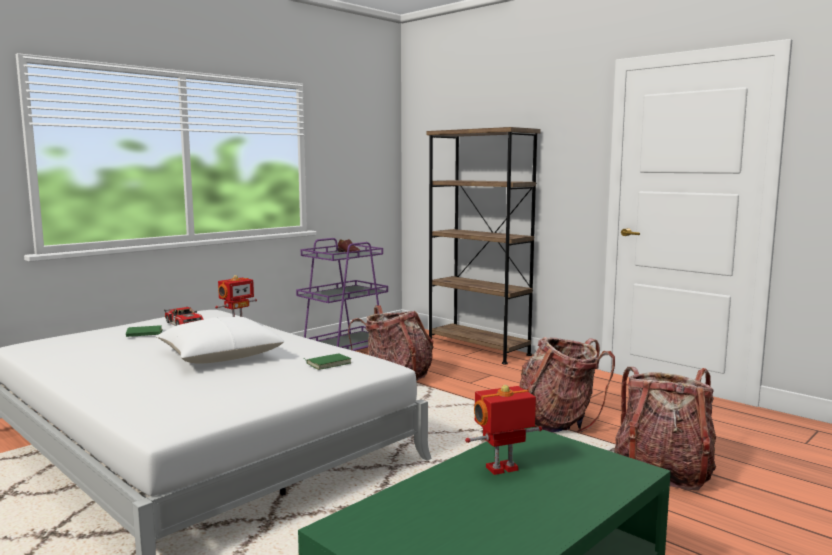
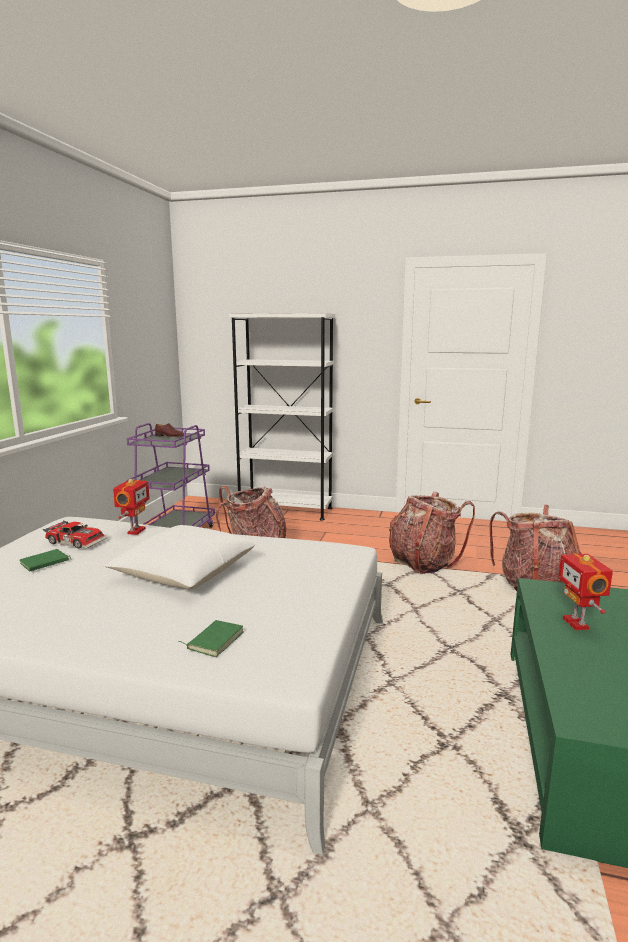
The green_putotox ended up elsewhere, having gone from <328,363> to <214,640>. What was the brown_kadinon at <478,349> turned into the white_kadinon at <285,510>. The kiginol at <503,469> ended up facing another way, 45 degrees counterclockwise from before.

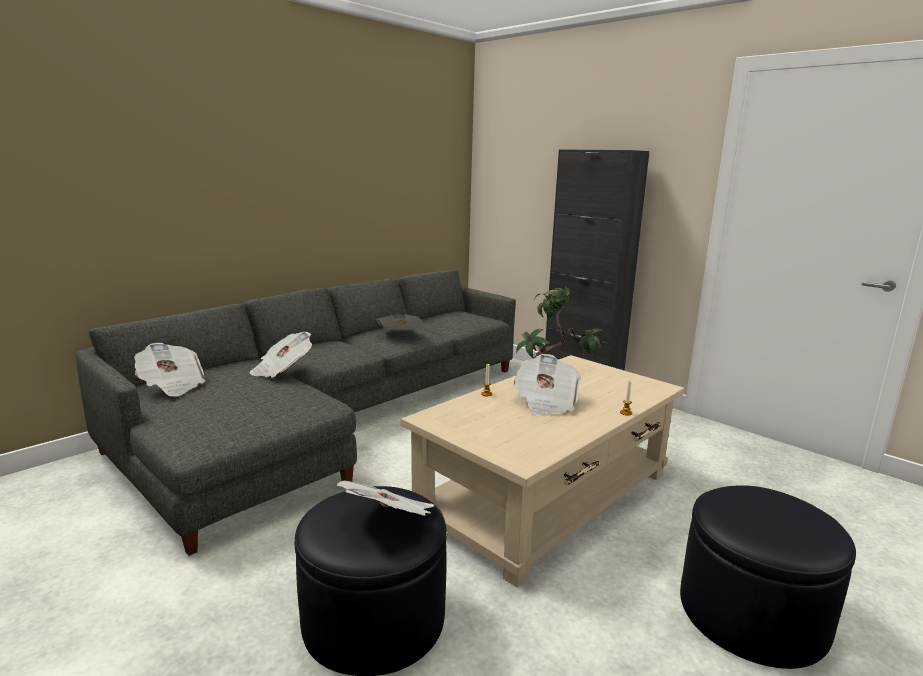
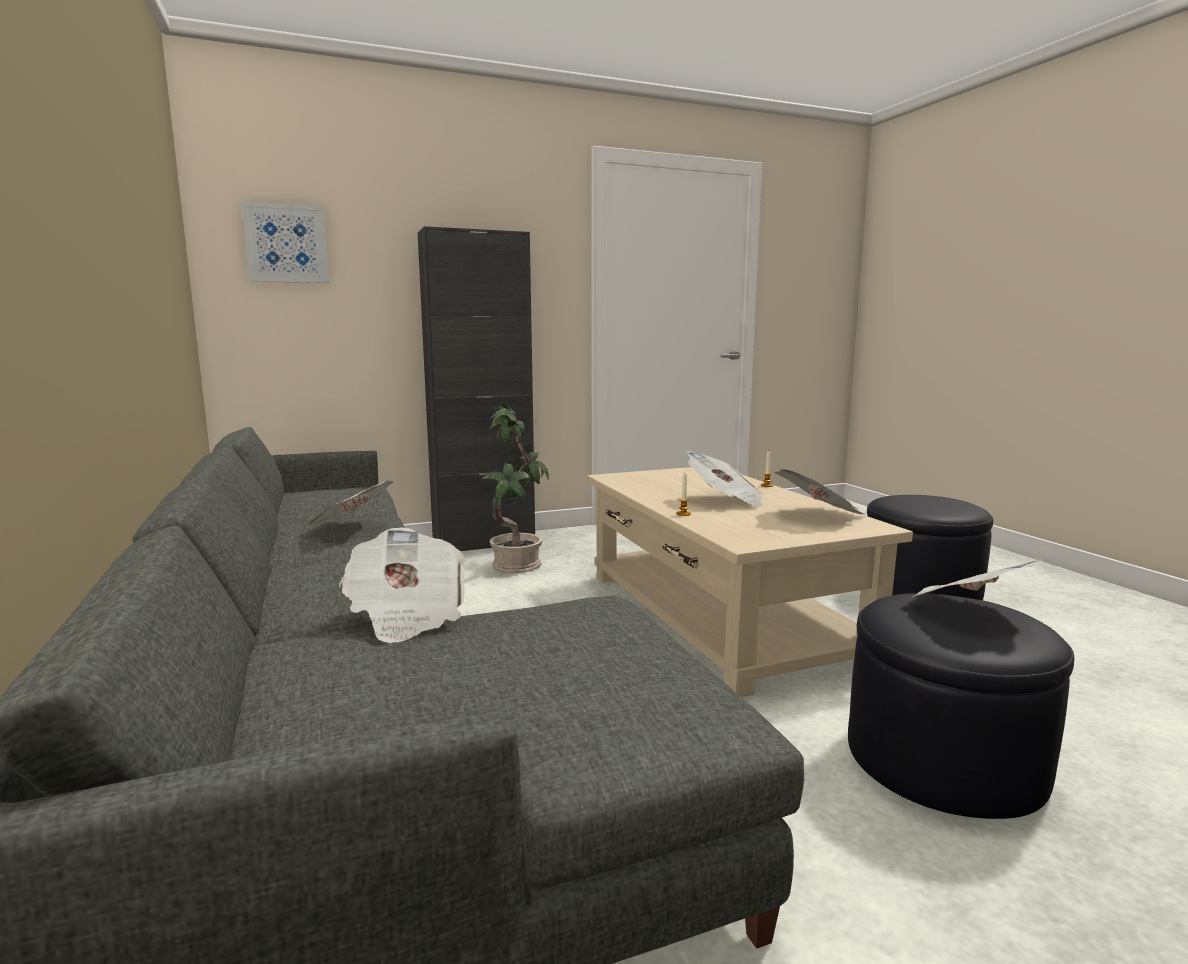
The second view gained the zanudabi at <286,243>. The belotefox ended up elsewhere, having gone from <172,385> to <819,516>.

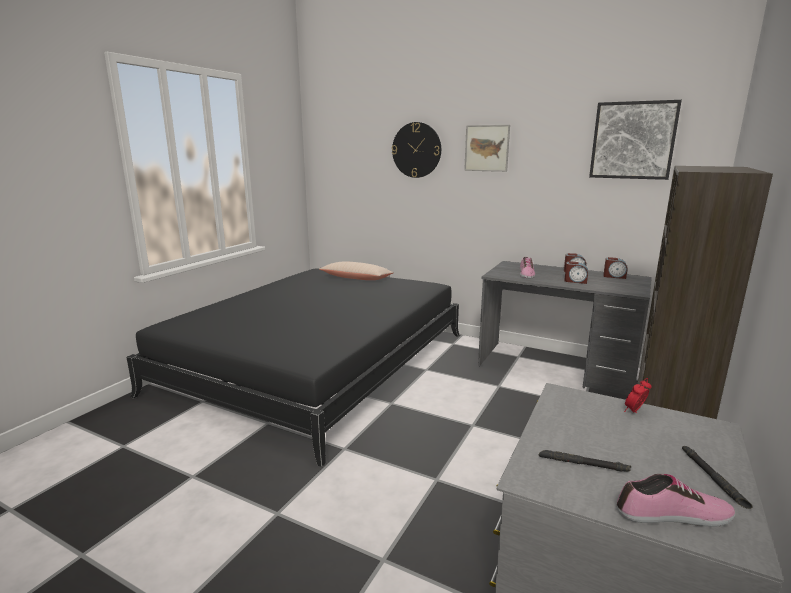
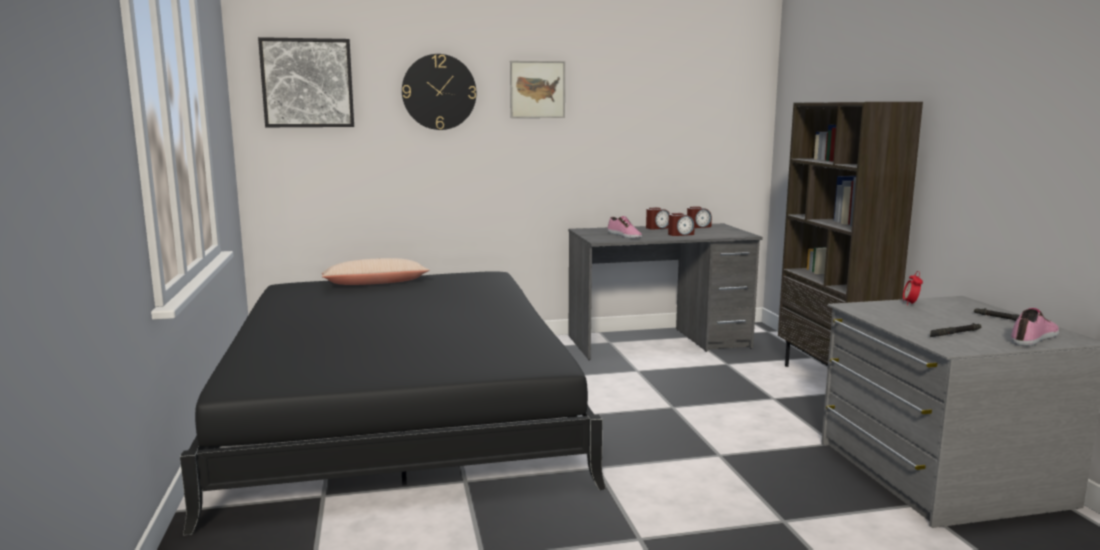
The zanudabi ended up elsewhere, having gone from <633,140> to <307,83>.

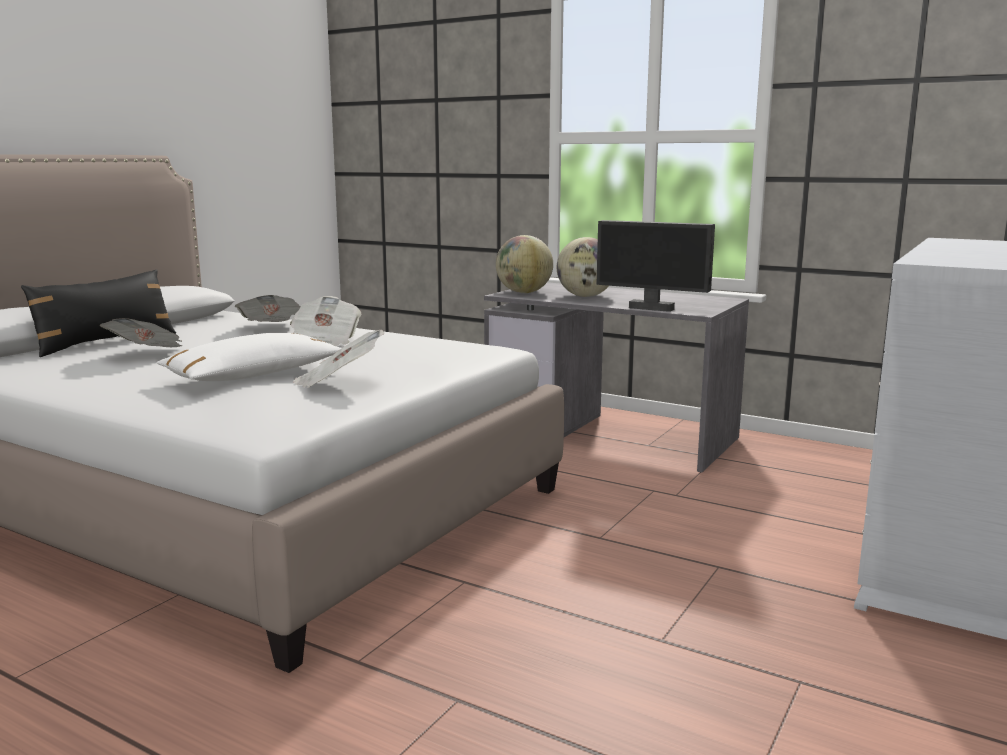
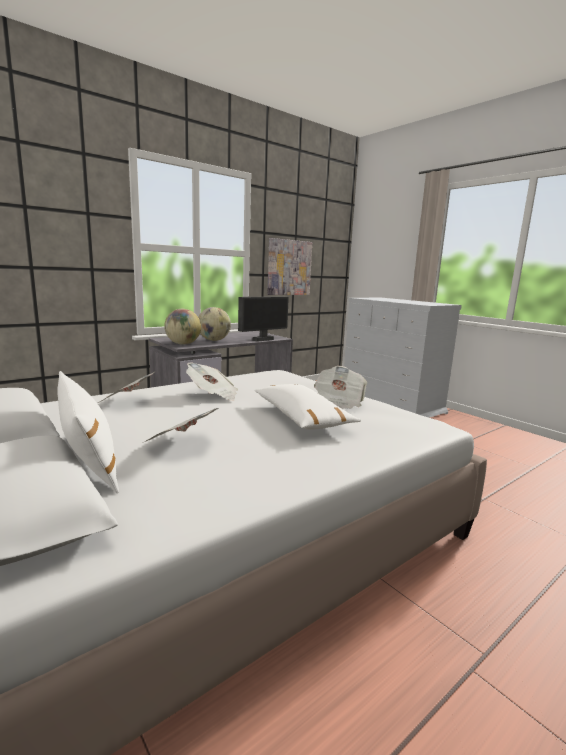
What was the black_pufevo at <106,343> turned into the white_pufevo at <88,460>. The second view gained the zanudabi at <289,267>.

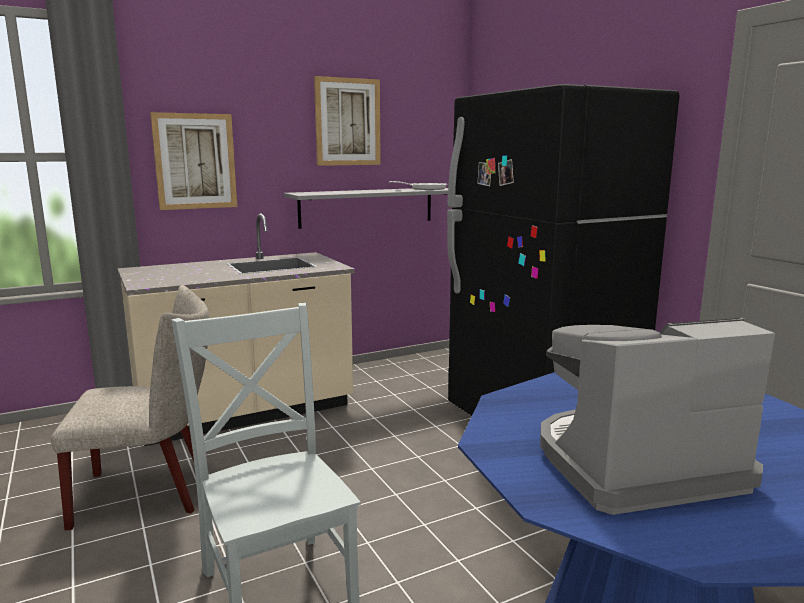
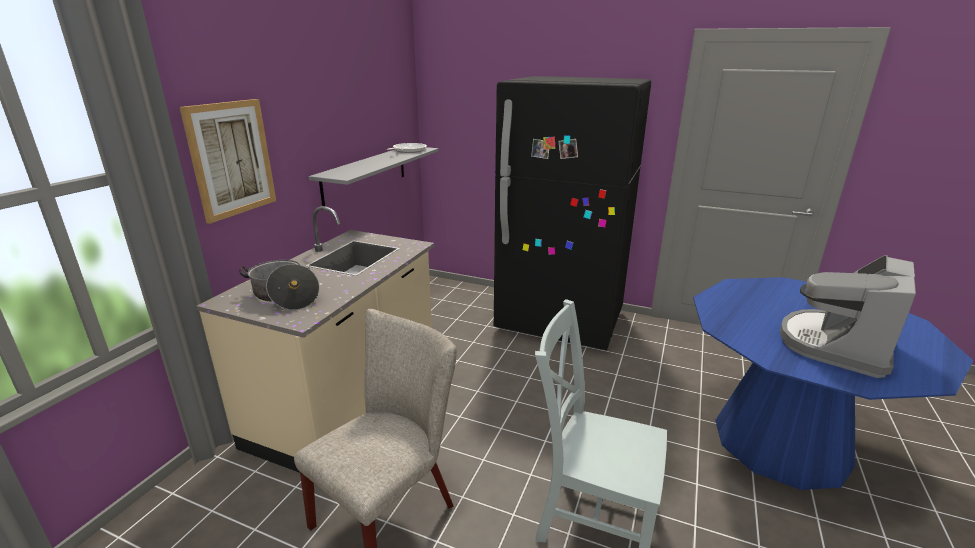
The second view gained the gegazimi at <284,296>. The second view lost the zanudabi at <348,122>.

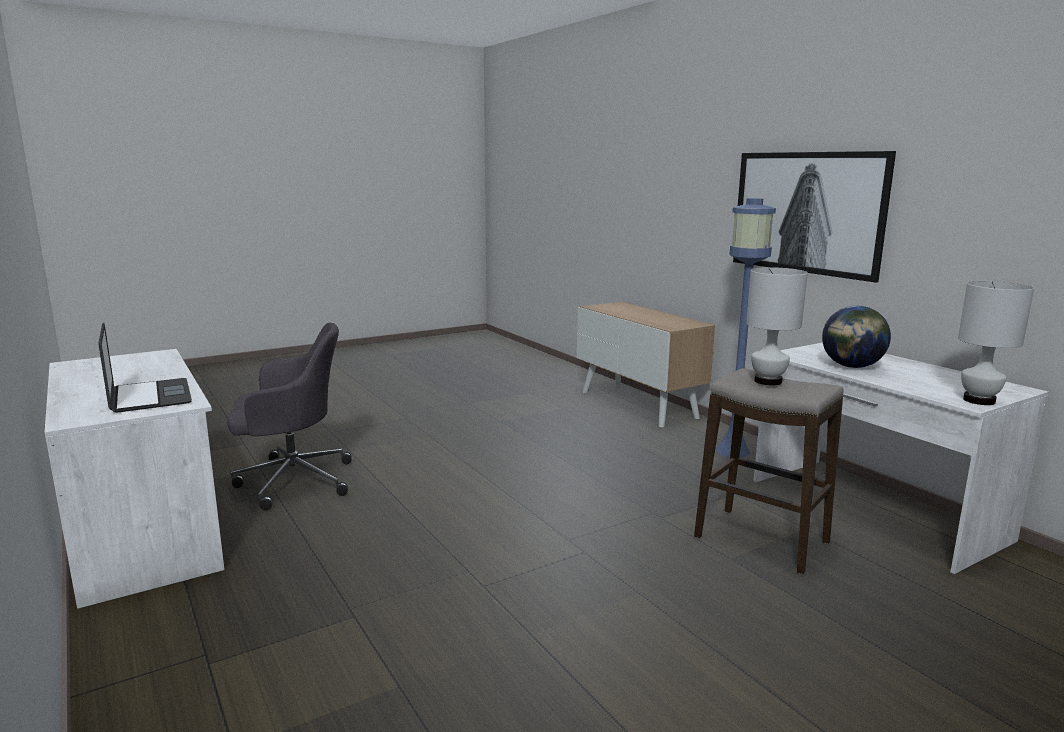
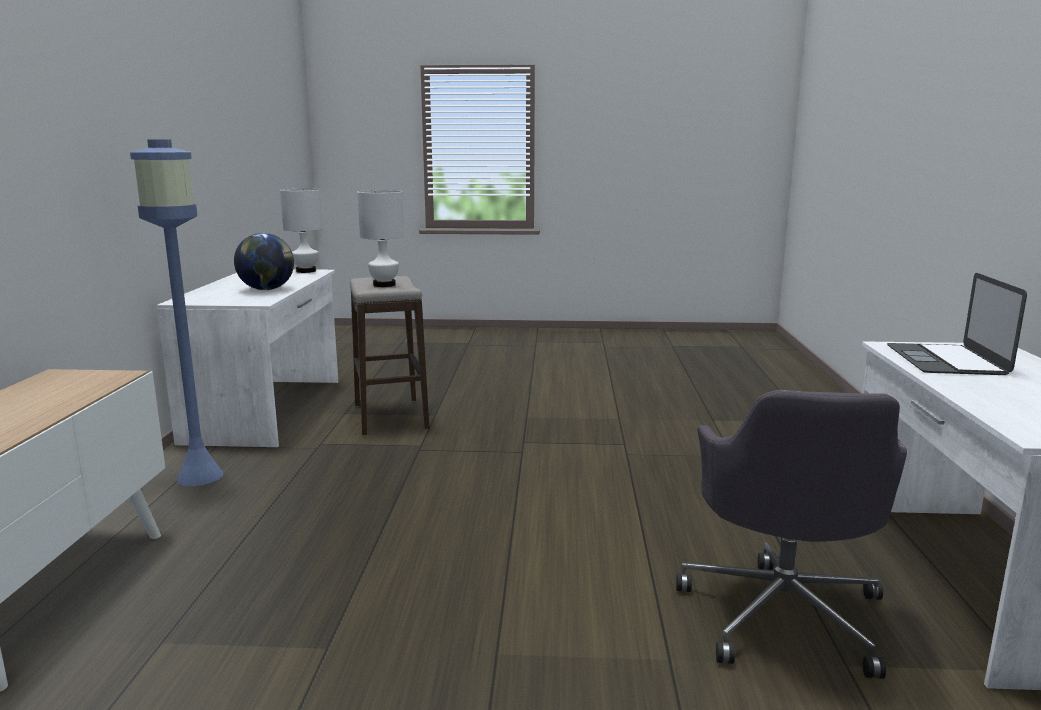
The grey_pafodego at <292,481> ended up facing another way, 105 degrees counterclockwise from before. The second view lost the zanudabi at <808,212>.

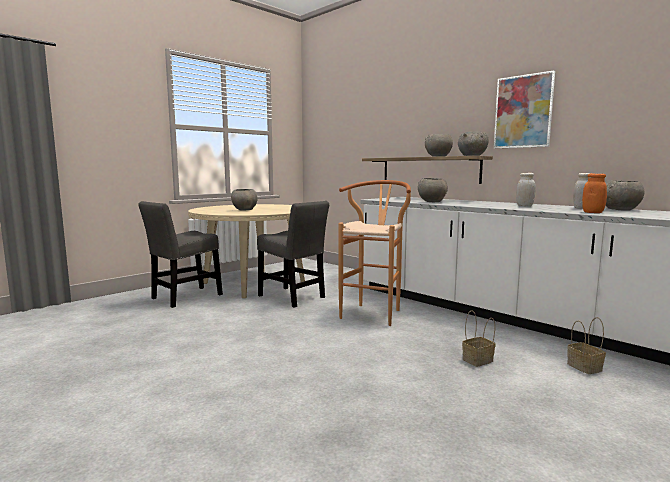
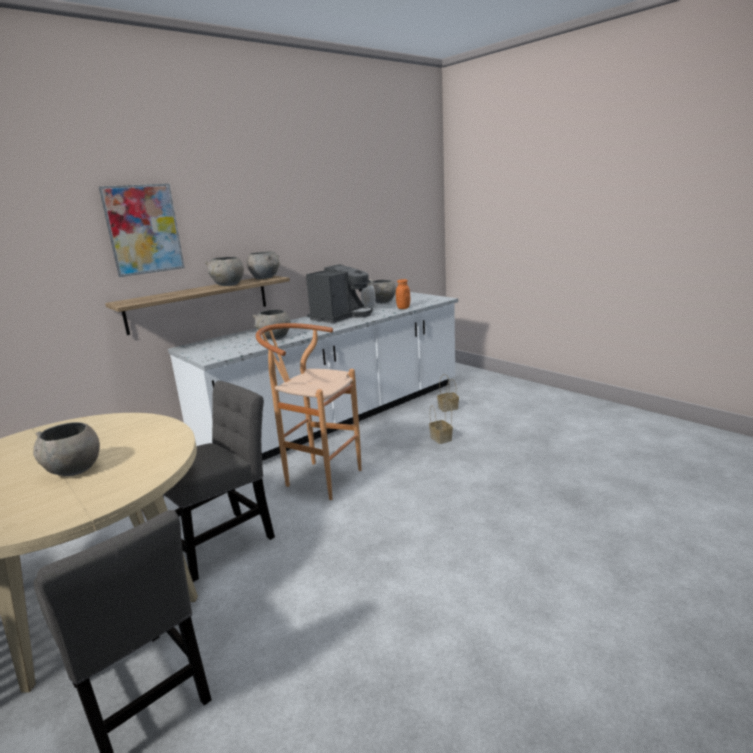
The zanudabi ended up elsewhere, having gone from <523,111> to <143,229>. Where the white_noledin stood at <524,206>, the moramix came to stand at <341,316>.

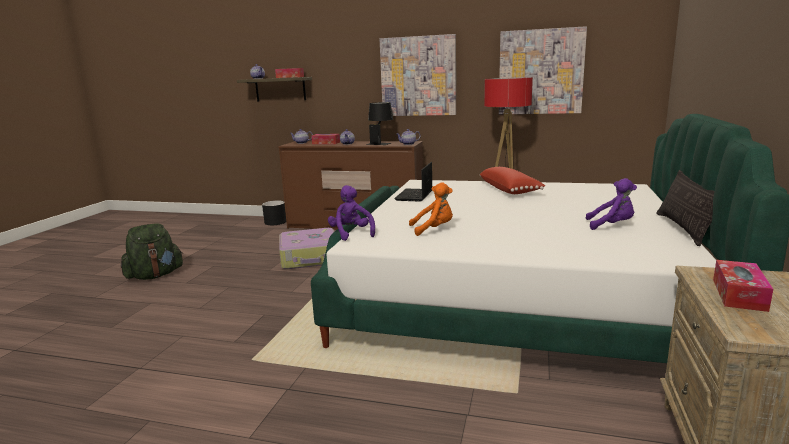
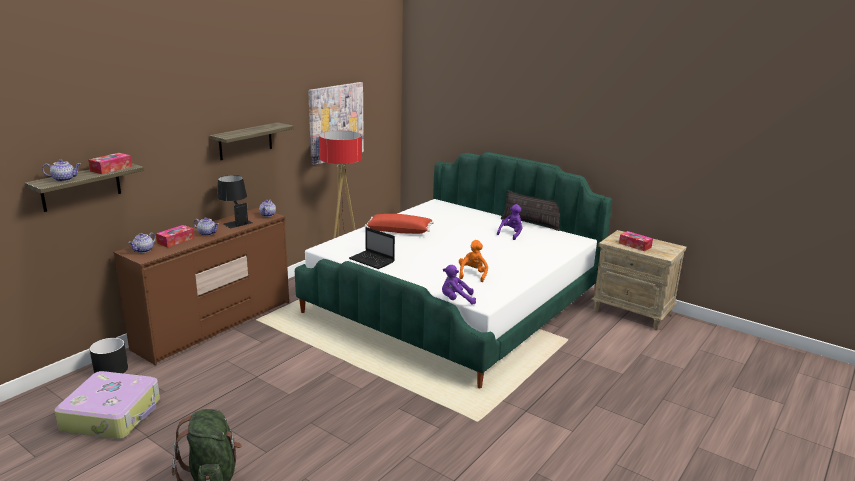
The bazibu ended up elsewhere, having gone from <310,258> to <113,415>. Where the zanudabi hung at <418,76>, the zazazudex came to hang at <245,141>.

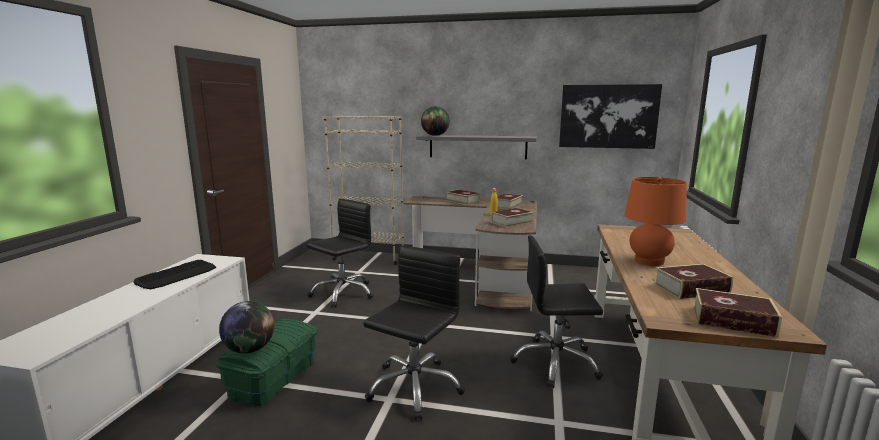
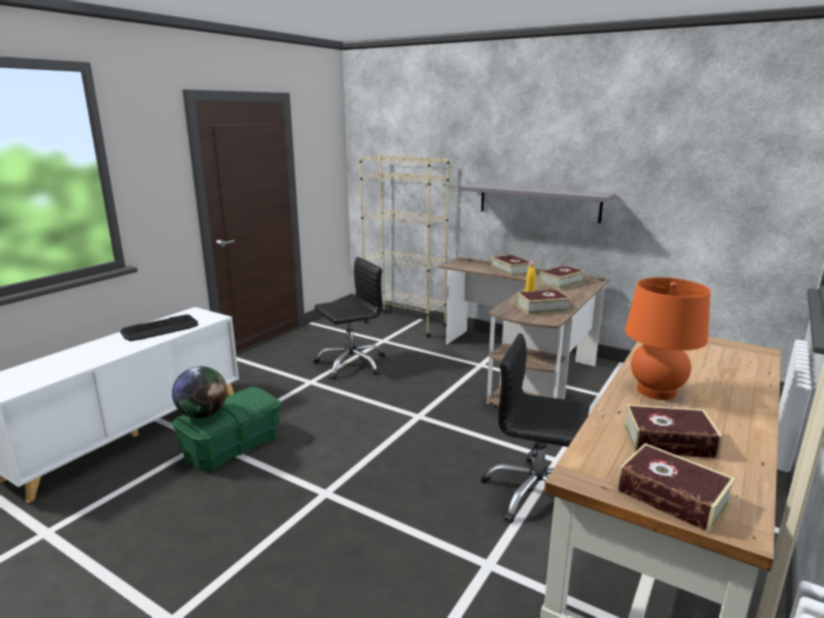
The second view lost the black_pafodego at <414,387>. The second view lost the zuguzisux at <435,135>. The second view lost the zanudabi at <608,116>.

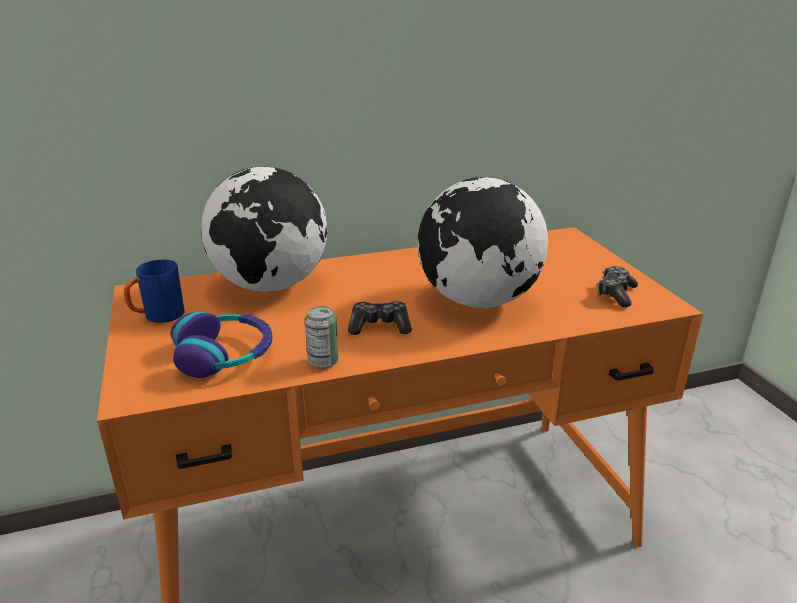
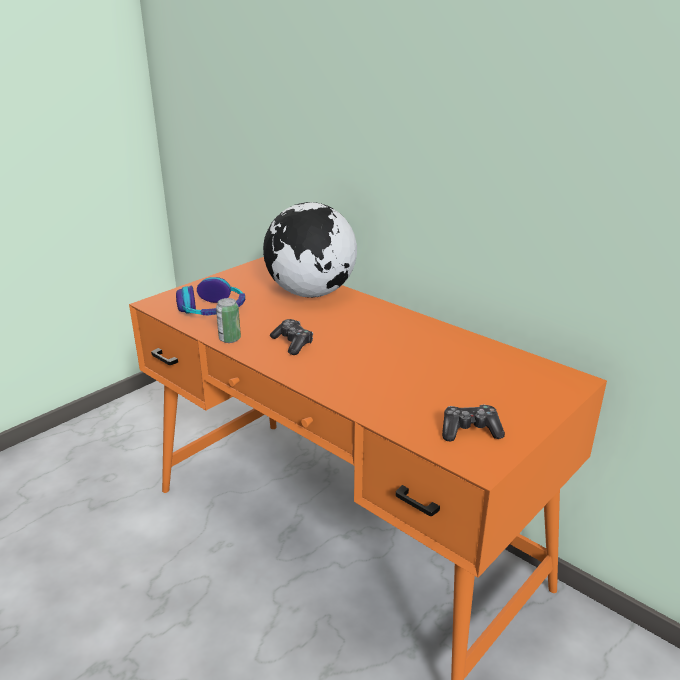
The second view lost the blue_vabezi at <157,317>. The second view lost the zuguzisux at <478,301>.

